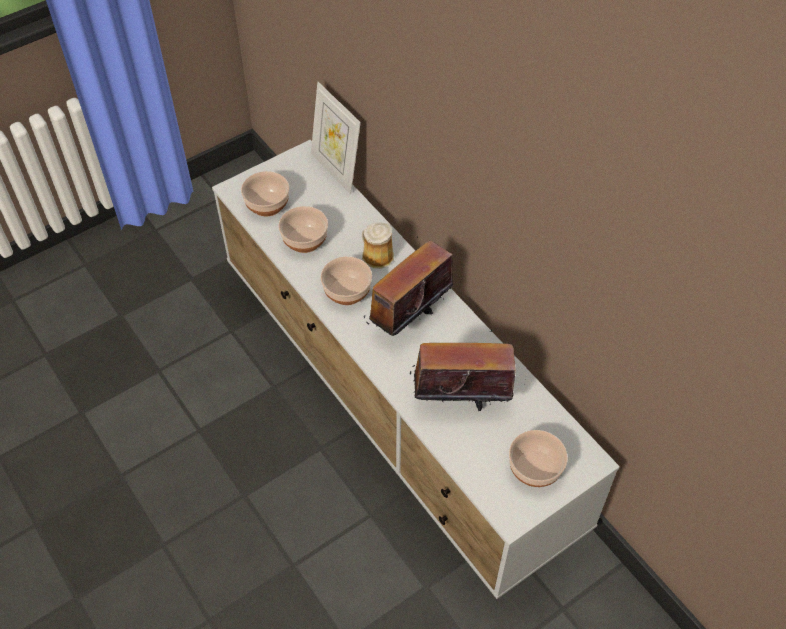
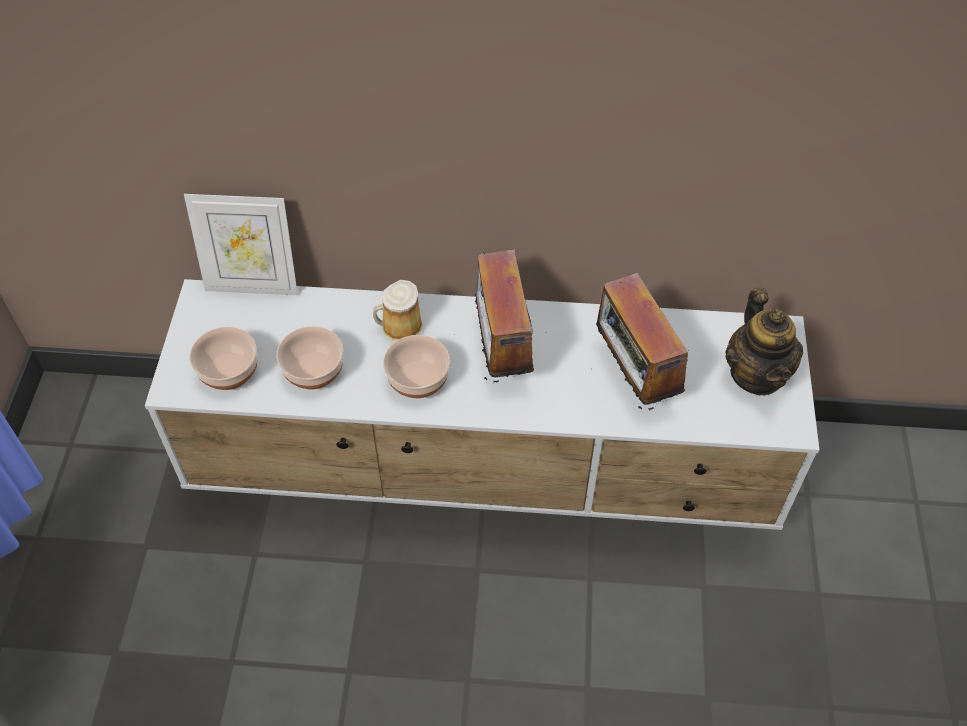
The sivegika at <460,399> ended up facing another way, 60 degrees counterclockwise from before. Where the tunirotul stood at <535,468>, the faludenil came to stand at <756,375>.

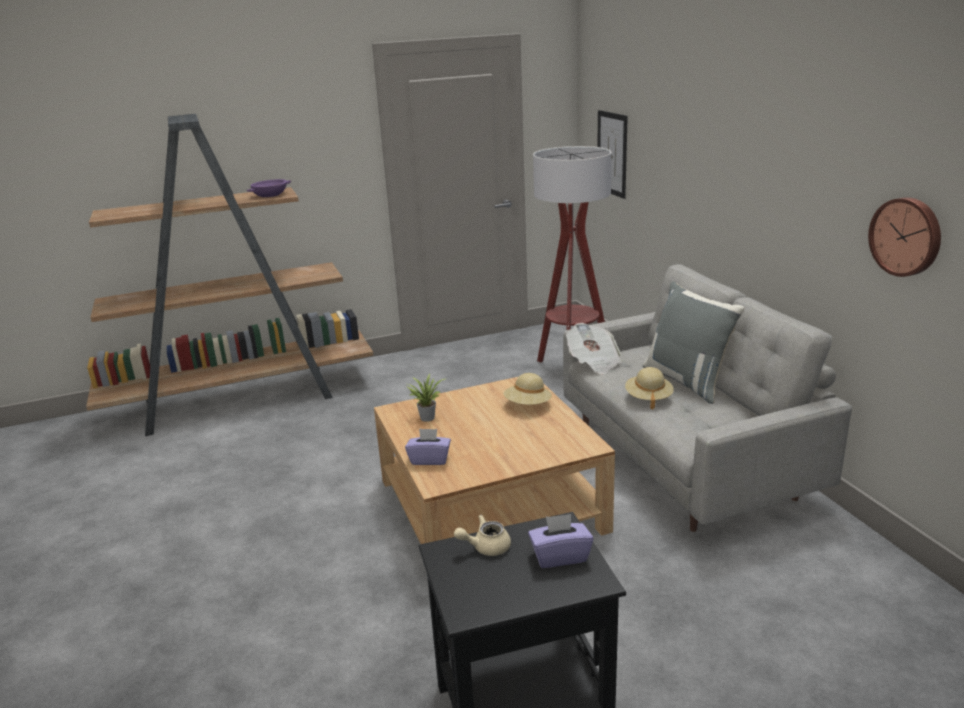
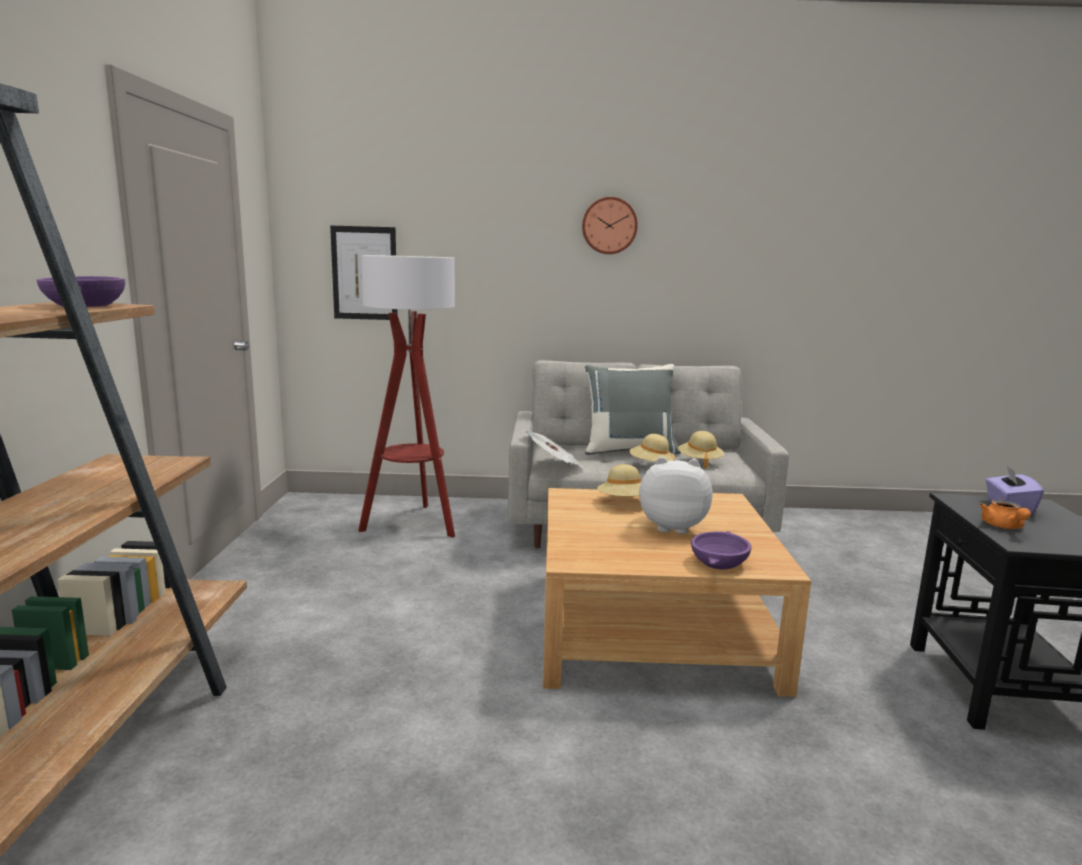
The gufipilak ended up elsewhere, having gone from <906,236> to <609,226>. The second view gained the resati at <672,527>. The second view gained the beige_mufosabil at <699,461>. Where the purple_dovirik stood at <429,459>, the purple_tunirotul came to stand at <719,563>. What was the beige_faludenil at <486,547> turned into the orange_faludenil at <1003,527>. The second view lost the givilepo at <426,417>.

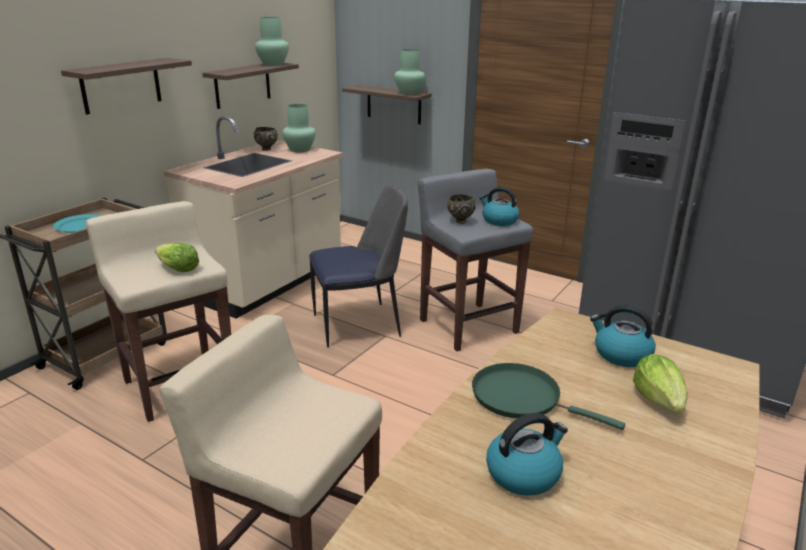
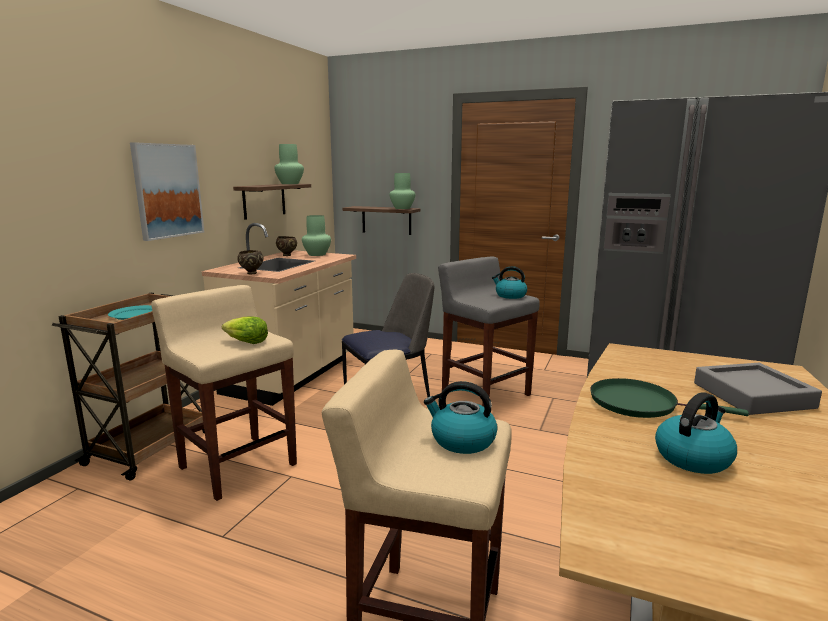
Where the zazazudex hung at <121,85>, the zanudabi came to hang at <167,191>. The brown_tunirotul ended up elsewhere, having gone from <460,221> to <251,273>. The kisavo ended up elsewhere, having gone from <621,354> to <462,440>. Where the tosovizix stood at <659,400>, the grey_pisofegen came to stand at <752,395>.

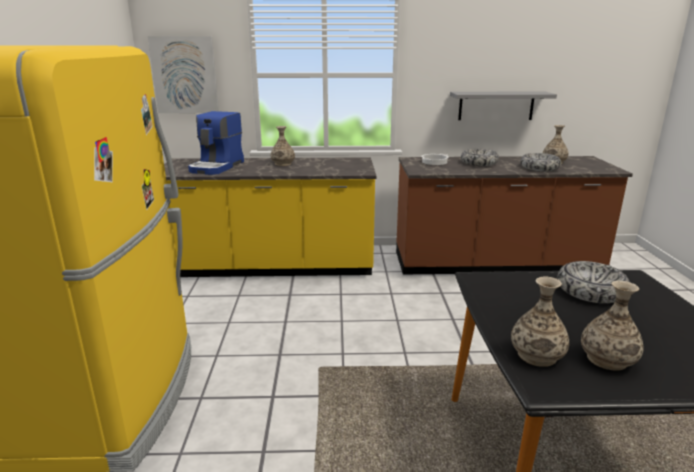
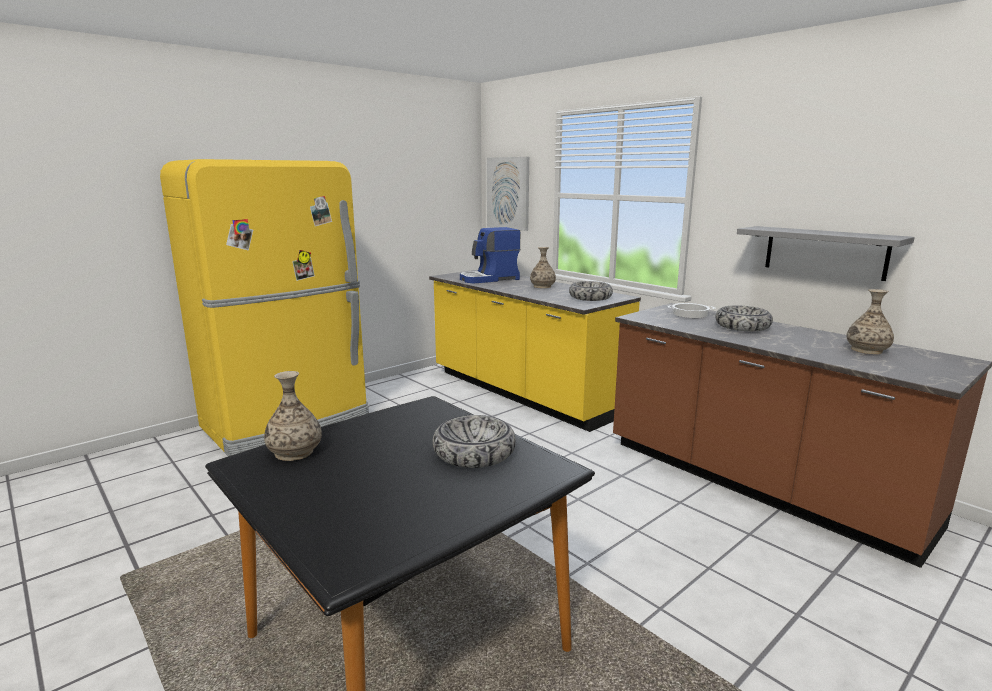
The tunirotul ended up elsewhere, having gone from <539,168> to <590,297>. The second view lost the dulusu at <607,359>.

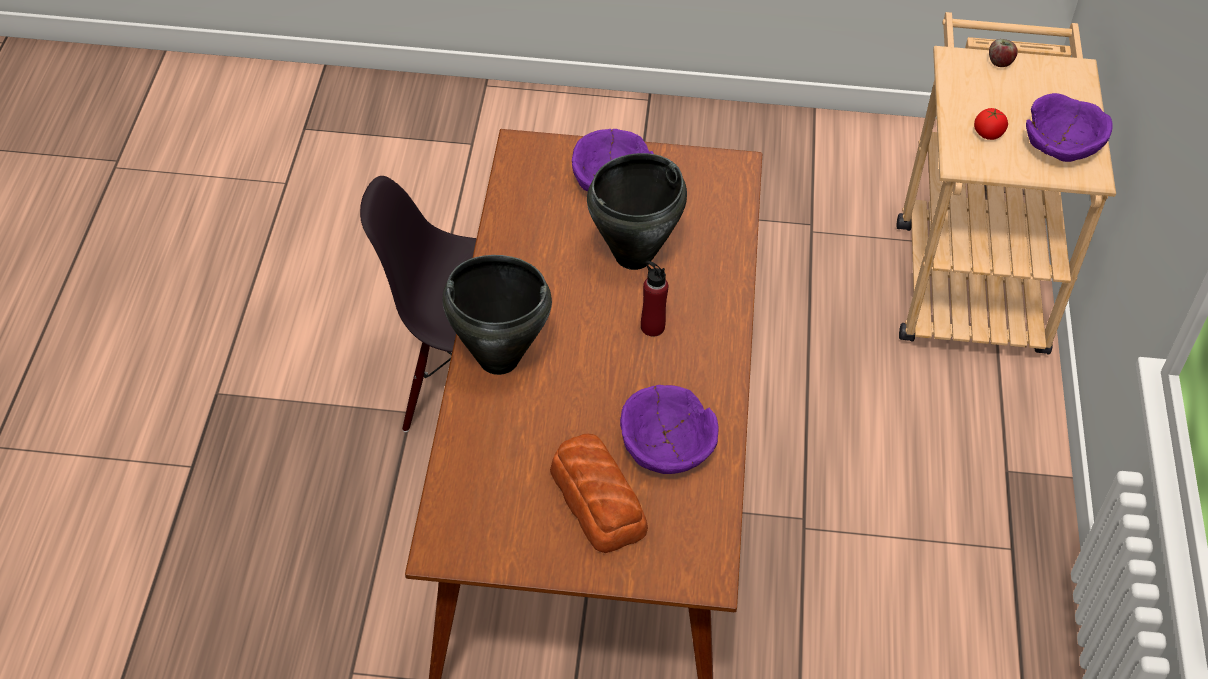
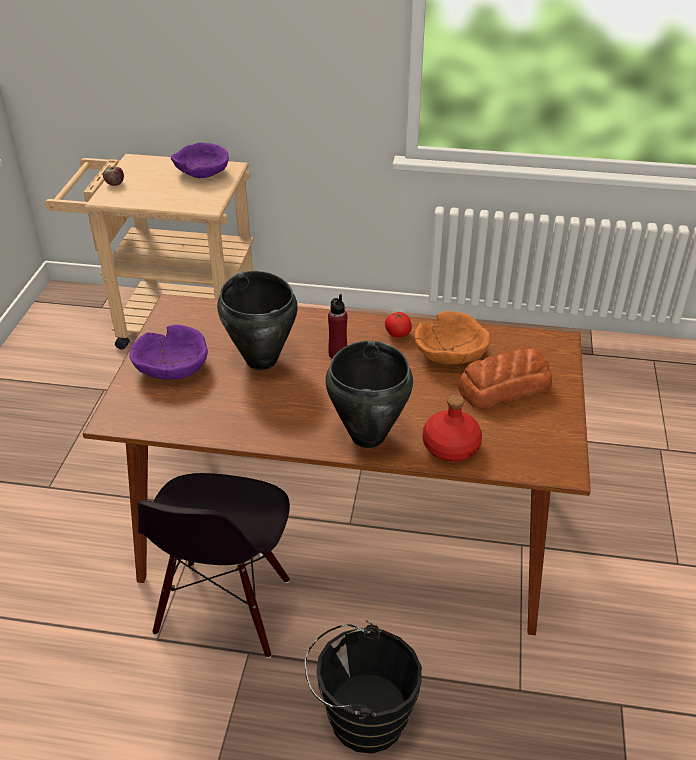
The second view gained the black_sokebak at <361,716>. The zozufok ended up elsewhere, having gone from <988,134> to <398,334>. What was the purple_tunirotul at <666,446> turned into the orange_tunirotul at <451,353>. The second view gained the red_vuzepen at <450,446>.

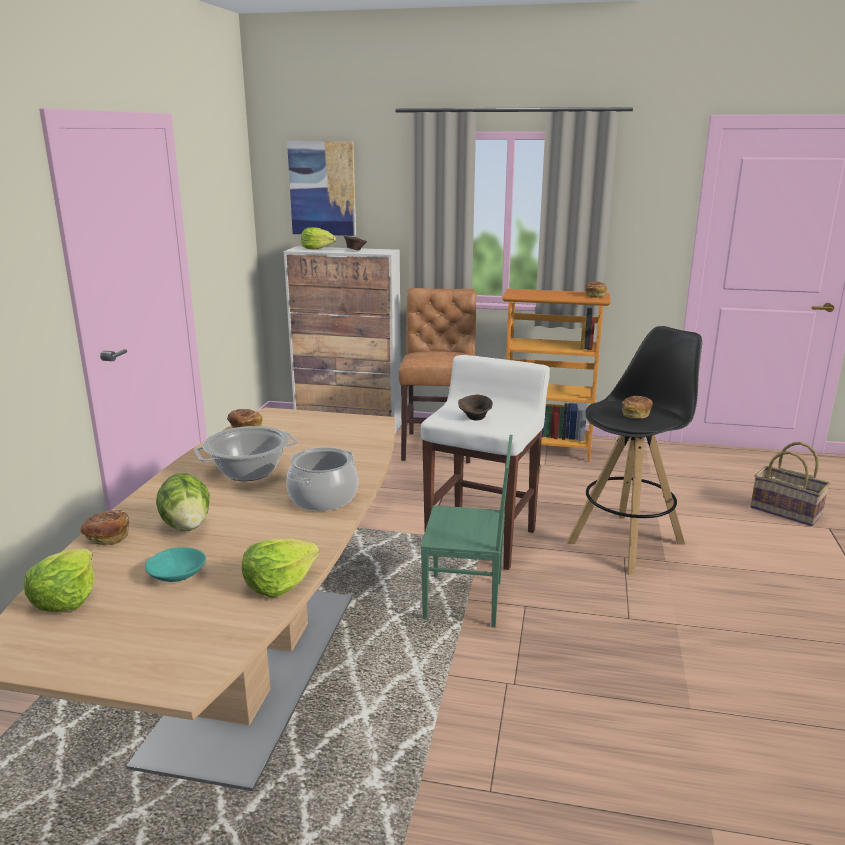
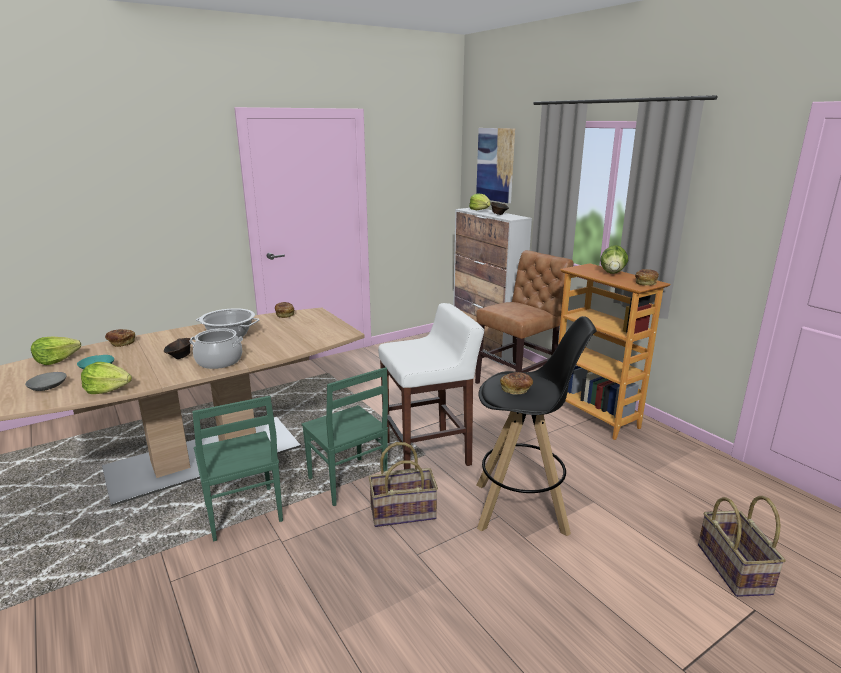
The second view gained the grey_tunirotul at <47,387>. The brown_tunirotul ended up elsewhere, having gone from <475,418> to <180,357>. The second view gained the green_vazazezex at <242,514>. The second view gained the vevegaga at <403,512>. The tosovizix ended up elsewhere, having gone from <187,526> to <612,273>.

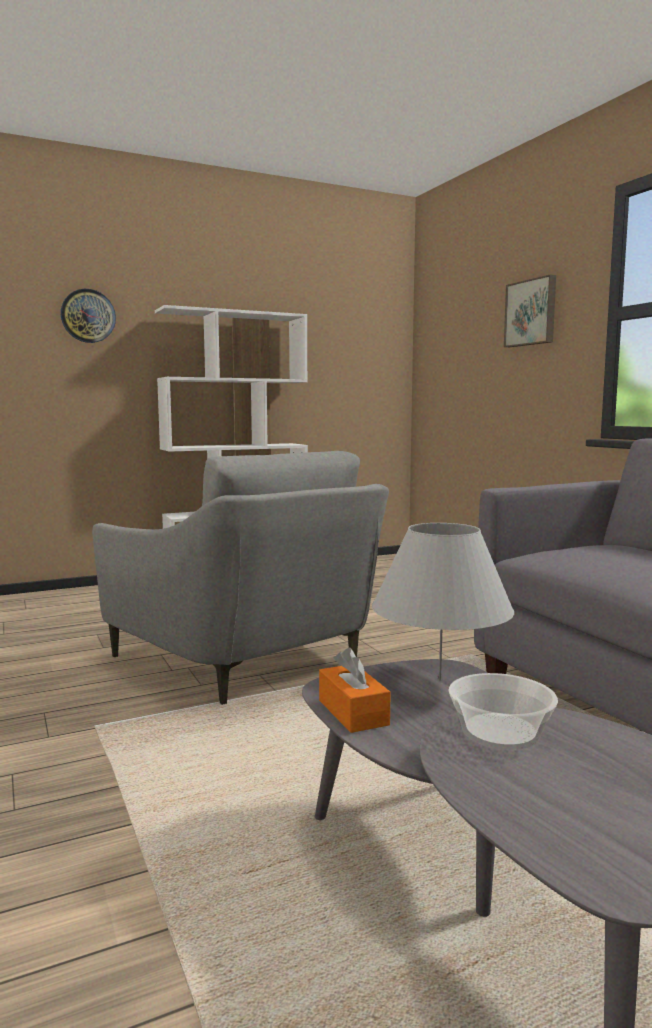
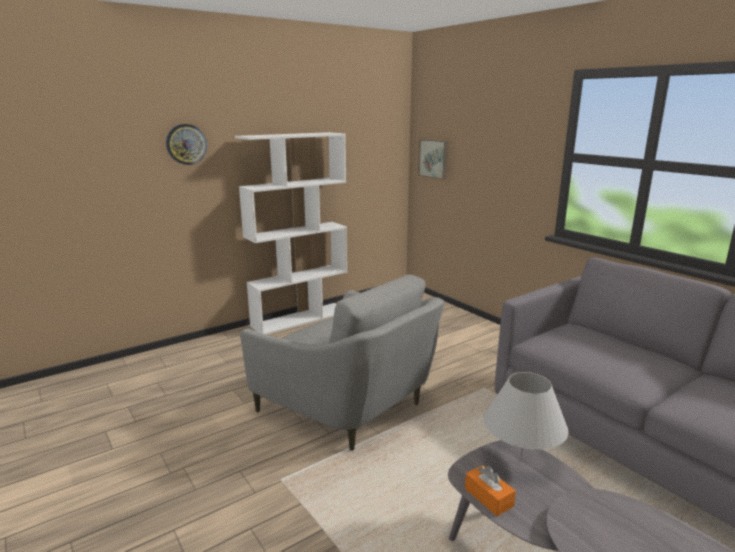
The zanudabi ended up elsewhere, having gone from <531,313> to <434,158>. The second view lost the tunirotul at <499,731>.

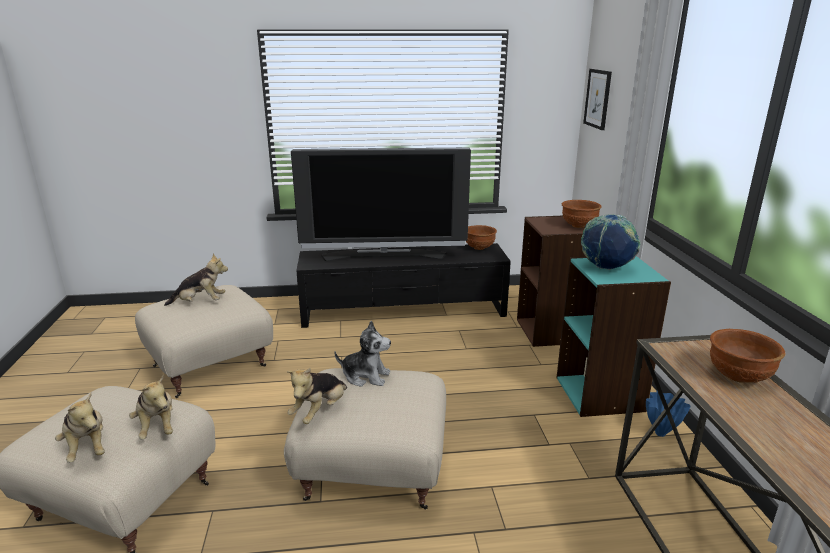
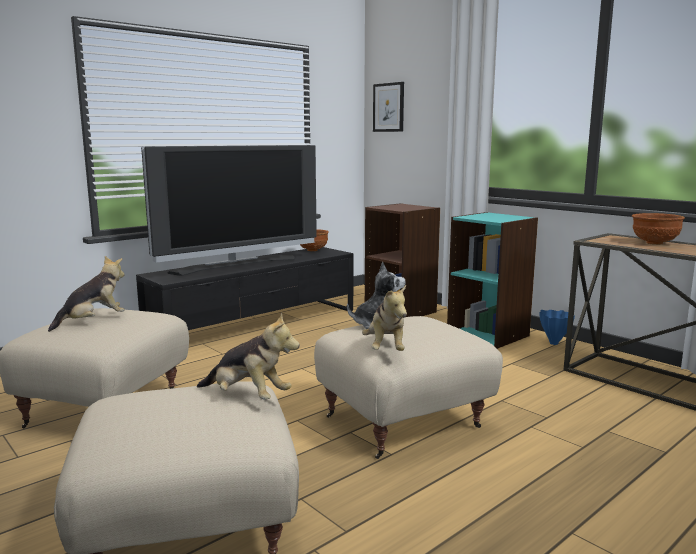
The second view lost the resati at <87,447>. The second view lost the brown_tunirotul at <578,226>. The second view lost the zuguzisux at <606,268>.

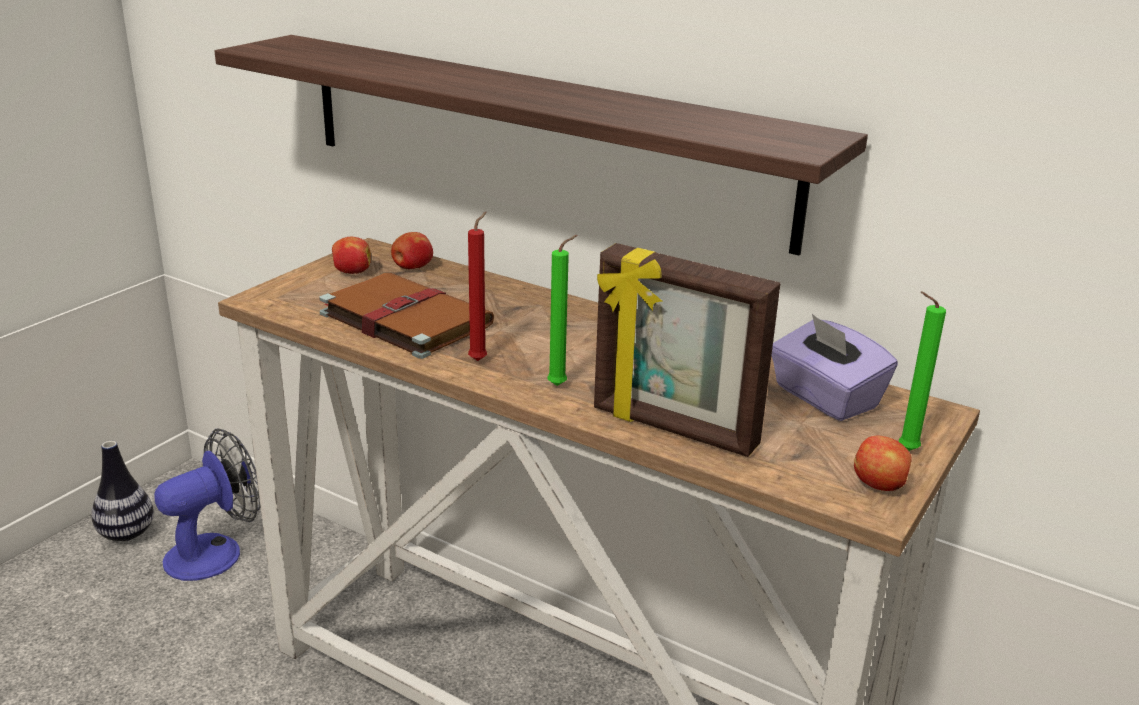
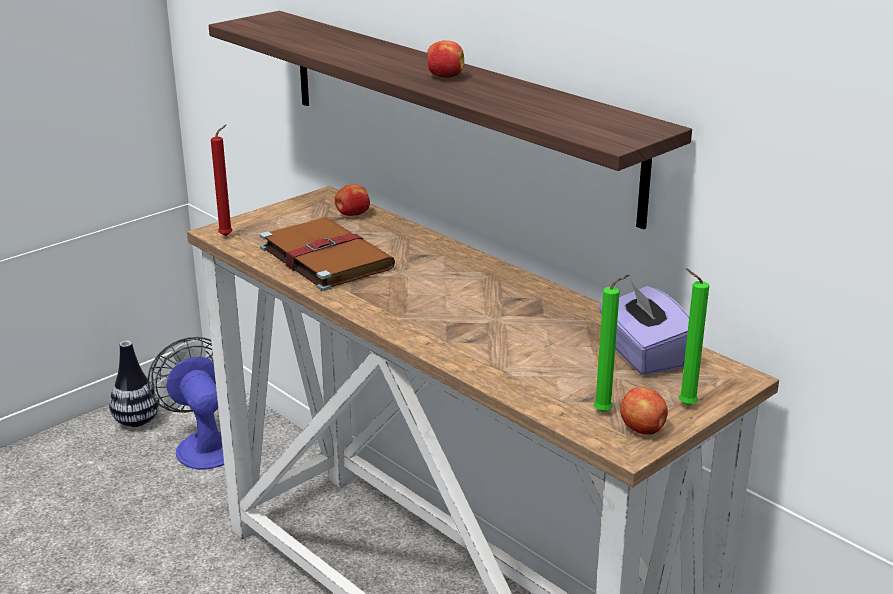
The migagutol at <215,551> ended up facing another way, 90 degrees counterclockwise from before. The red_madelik ended up elsewhere, having gone from <480,359> to <228,235>. The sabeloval ended up elsewhere, having gone from <351,272> to <444,77>. The green_madelik ended up elsewhere, having gone from <560,385> to <605,412>. The second view lost the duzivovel at <673,429>.

